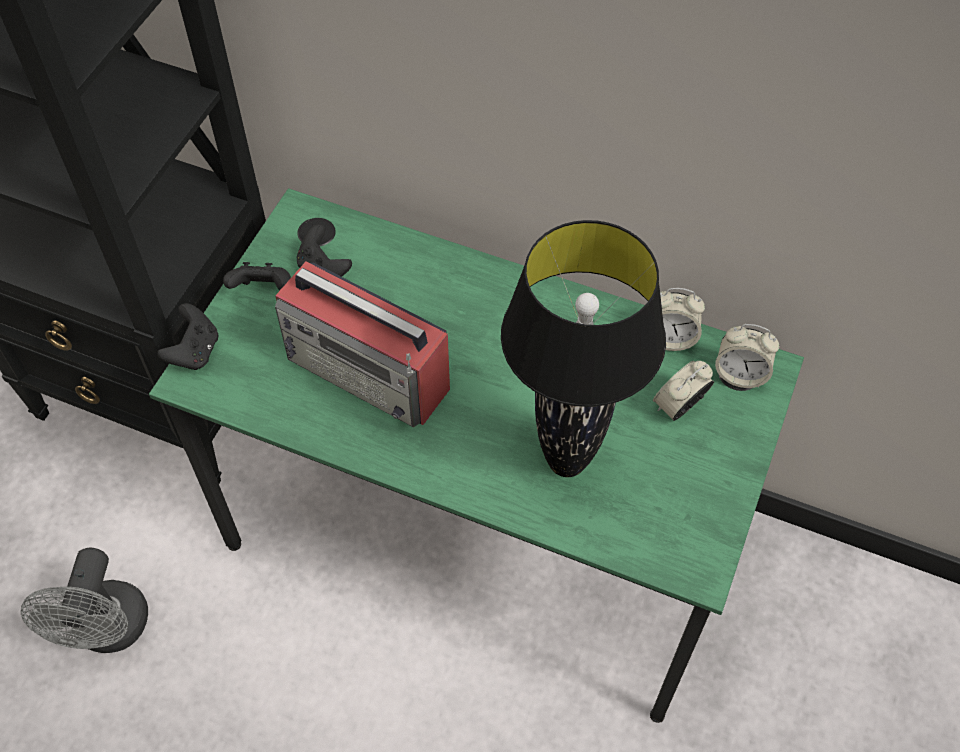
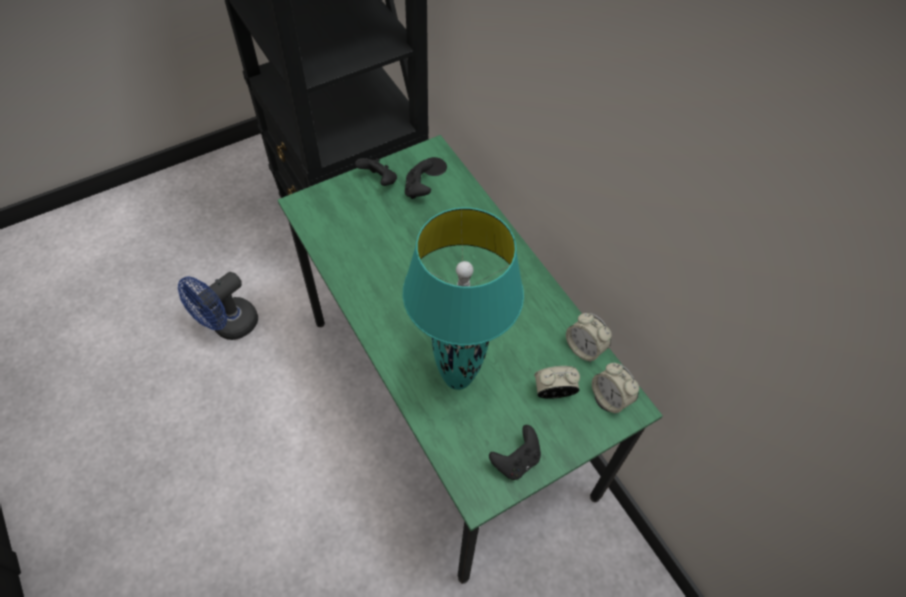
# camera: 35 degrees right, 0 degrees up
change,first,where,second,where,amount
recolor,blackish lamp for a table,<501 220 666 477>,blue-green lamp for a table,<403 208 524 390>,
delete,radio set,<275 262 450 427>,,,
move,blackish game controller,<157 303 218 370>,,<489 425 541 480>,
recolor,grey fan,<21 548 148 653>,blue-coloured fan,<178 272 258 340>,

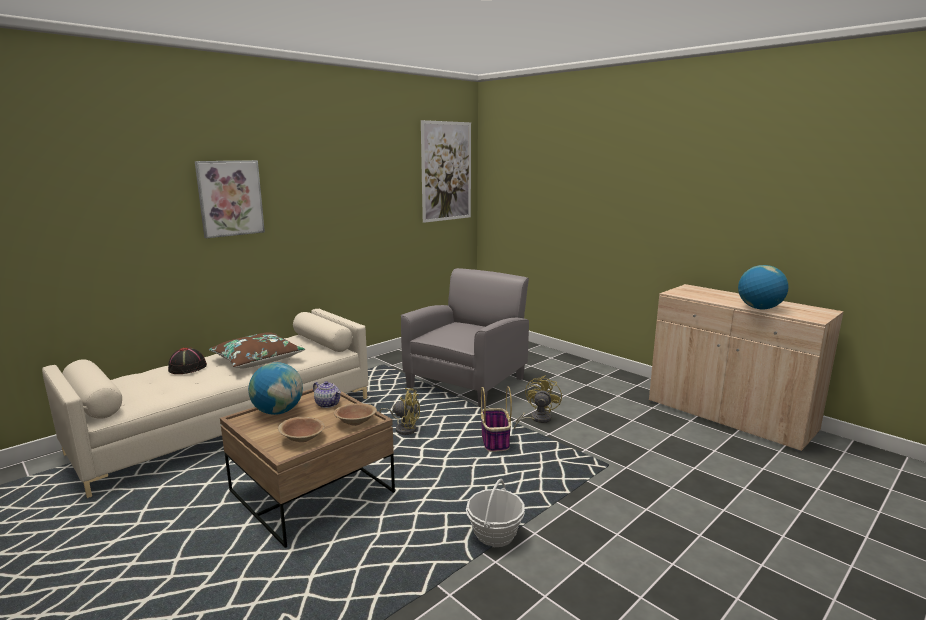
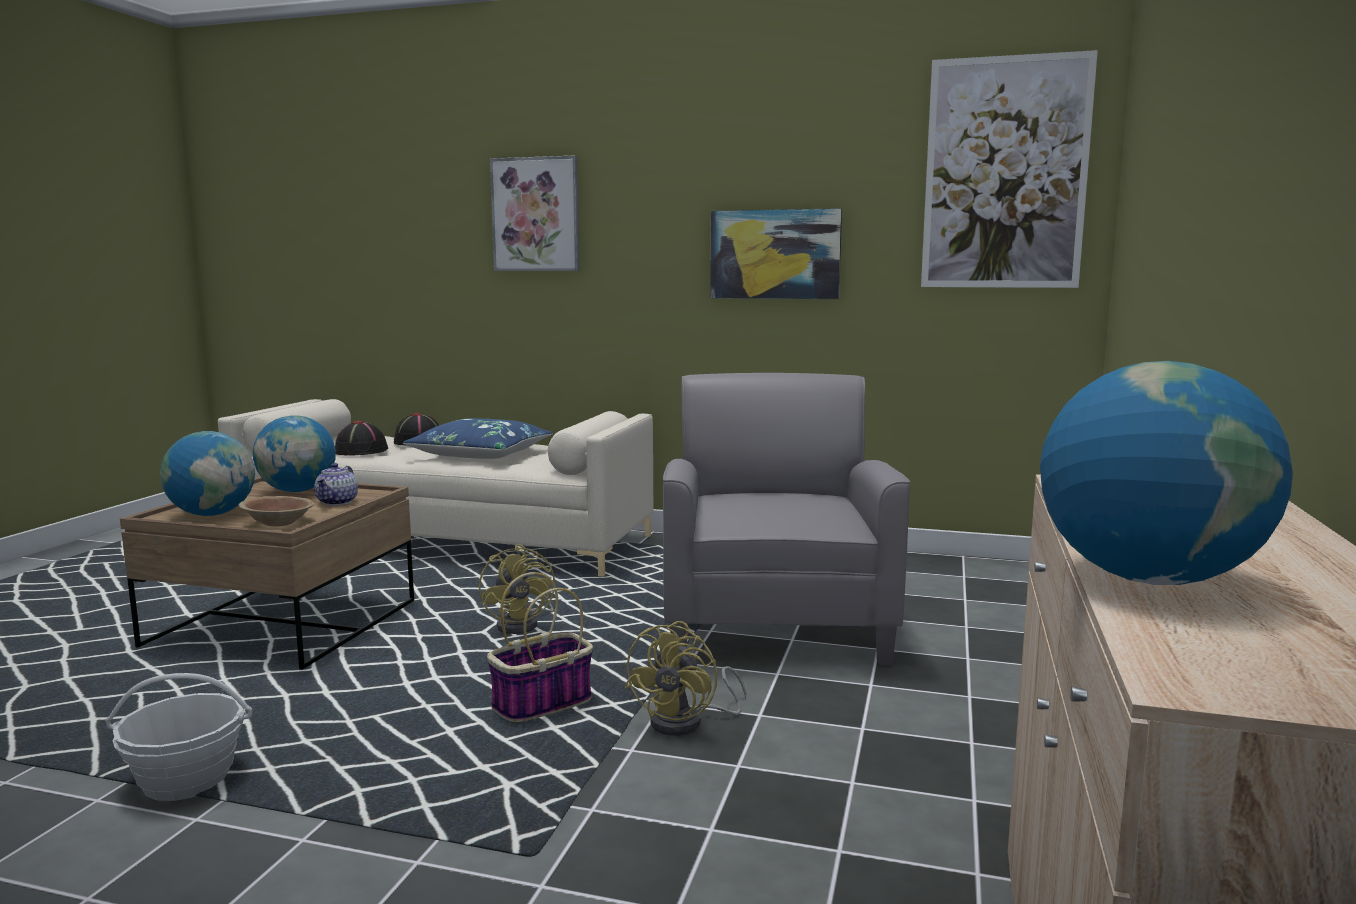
# camera: 60 degrees right, 5 degrees down
change,first,where,second,where,amount
rotate,grey lounge chair,<401 268 529 408>,,<663 373 911 665>,90 degrees counterclockwise
recolor,brown pillow,<208 332 305 369>,blue-coloured pillow,<403 418 553 459>,
rotate,yellowish fan,<514 376 562 429>,,<625 621 747 736>,120 degrees clockwise
replace,brown deep dish,<278 417 325 442>,world globe,<160 431 255 516>,
insert,,,picture,<710 208 842 299>,
insert,,,blackish wearable hat,<335 420 388 455>,

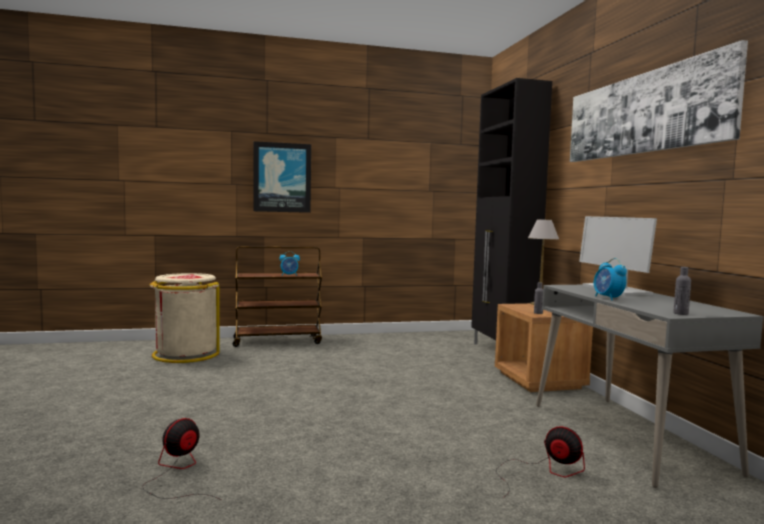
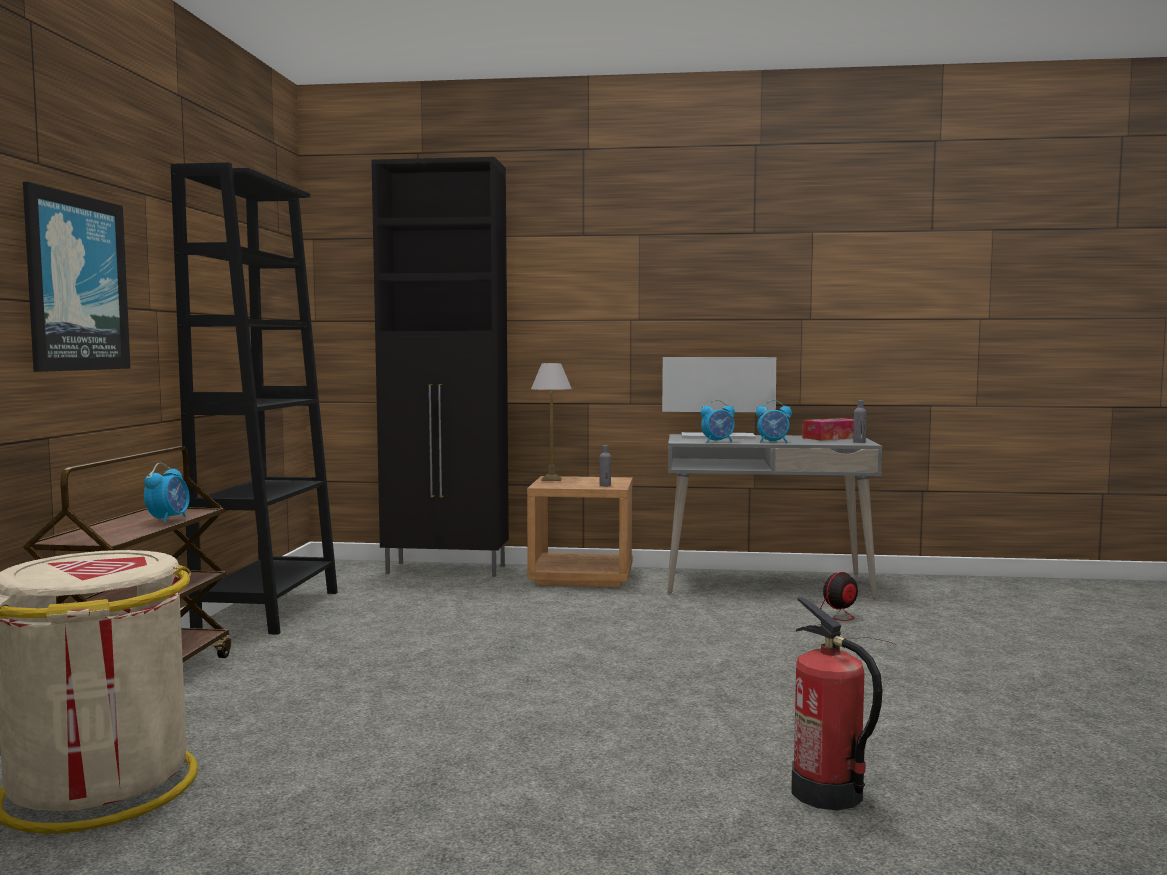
# camera: 70 degrees left, 0 degrees up
change,first,where,second,where,amount
delete,picture,<570 40 748 162>,,,
replace,fan,<142 418 221 500>,fire extinguisher,<791 597 883 810>,
insert,,,blackish bookshelf,<171 162 338 635>,
insert,,,bedside clock,<701 400 735 443>,
insert,,,tissue box,<802 418 854 440>,

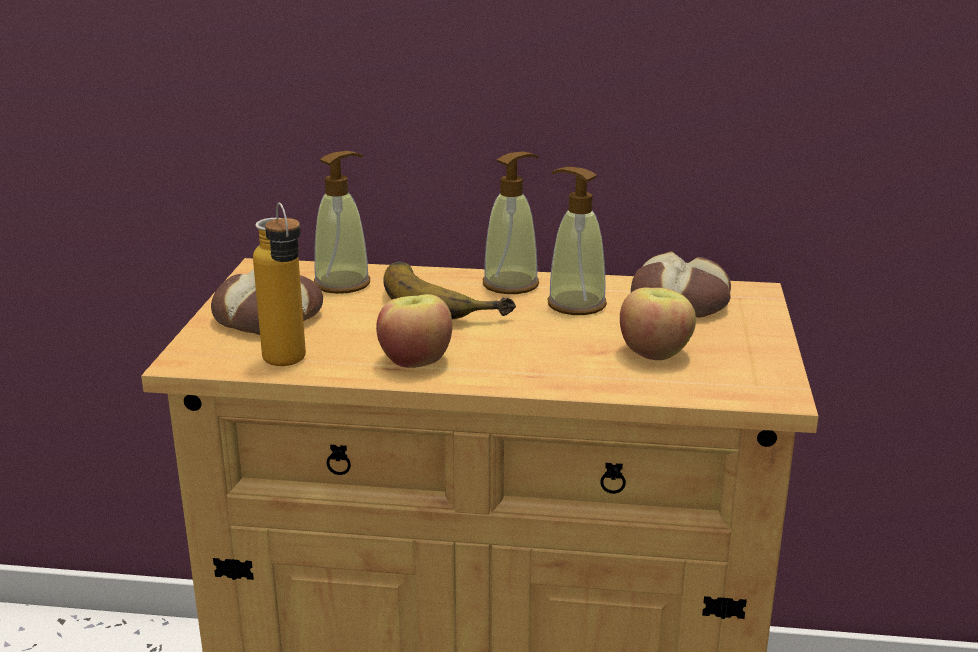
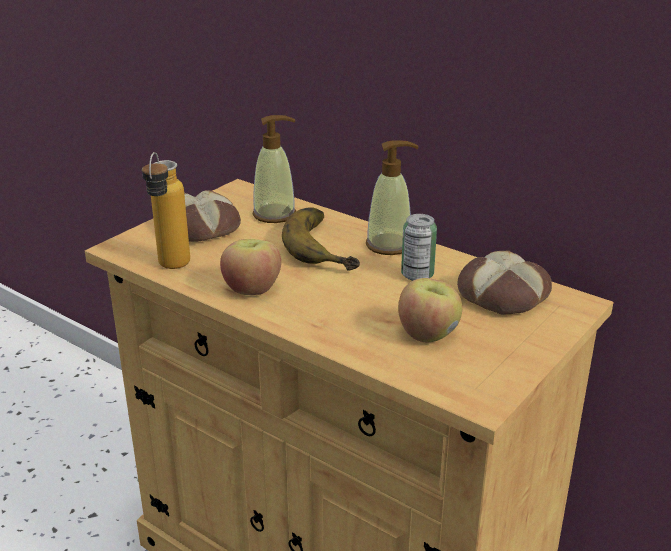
# camera: 30 degrees right, 5 degrees up
change,first,where,second,where,amount
replace,liquid soap bottle,<548 167 607 315>,sealed can,<401 214 437 281>,

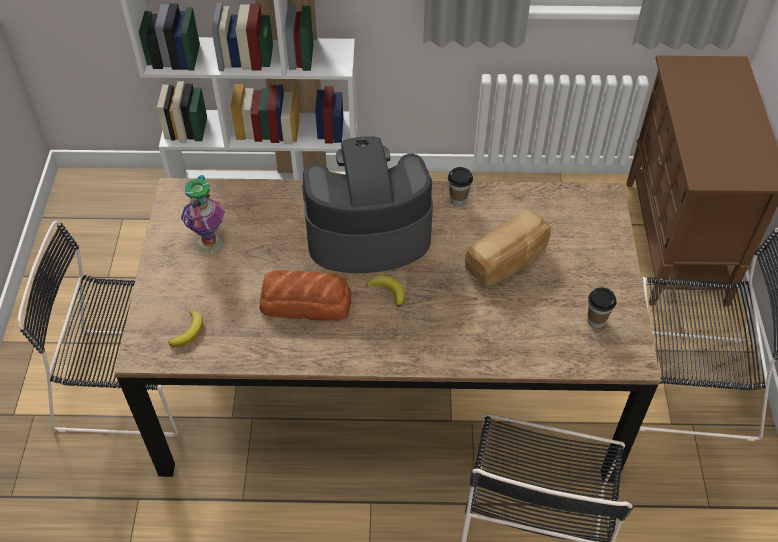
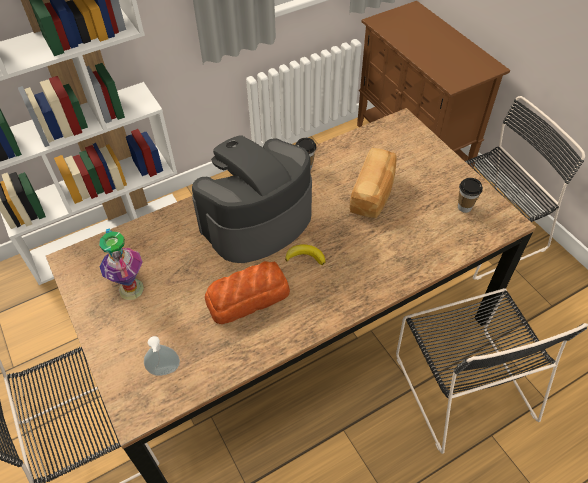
# camera: 30 degrees left, 0 degrees up
change,first,where,second,where,amount
replace,banana,<168 310 203 348>,liquid soap bottle,<144 336 180 376>,

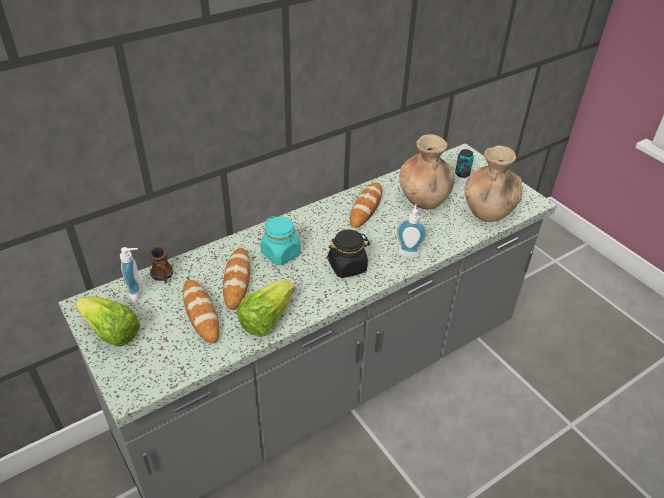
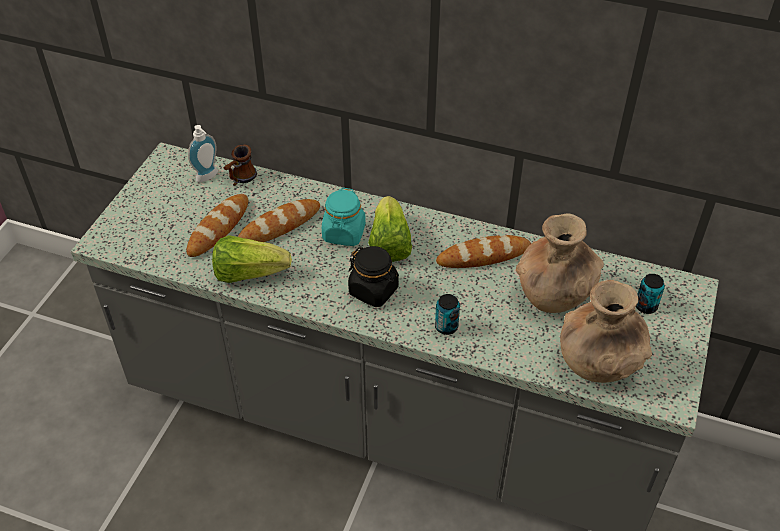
# camera: 55 degrees right, 5 degrees up
change,first,where,second,where,amount
replace,liquid soap bottle,<397 204 427 258>,sealed can,<435 294 460 335>,
move,lettuce,<75 297 140 346>,,<368 196 412 262>,

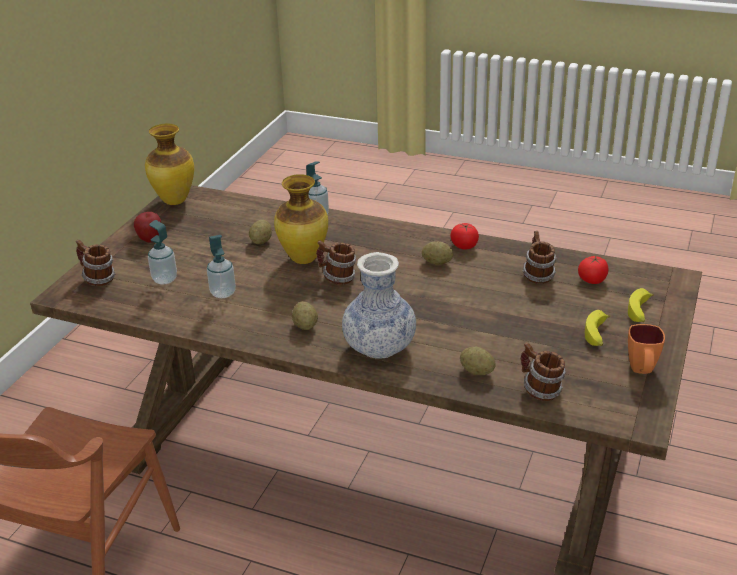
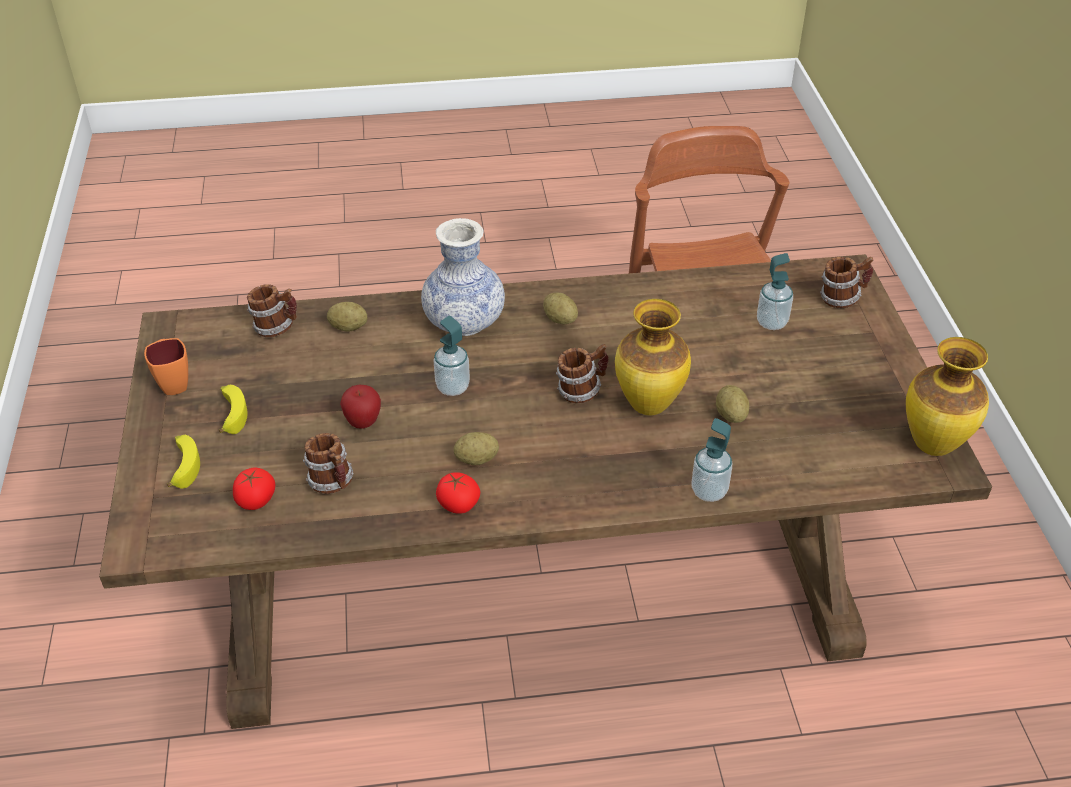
# camera: 150 degrees right, 10 degrees up
change,first,where,second,where,amount
move,apple,<134 212 161 242>,,<340 385 381 429>,
move,liquid soap bottle,<207 235 236 298>,,<433 316 470 396>,

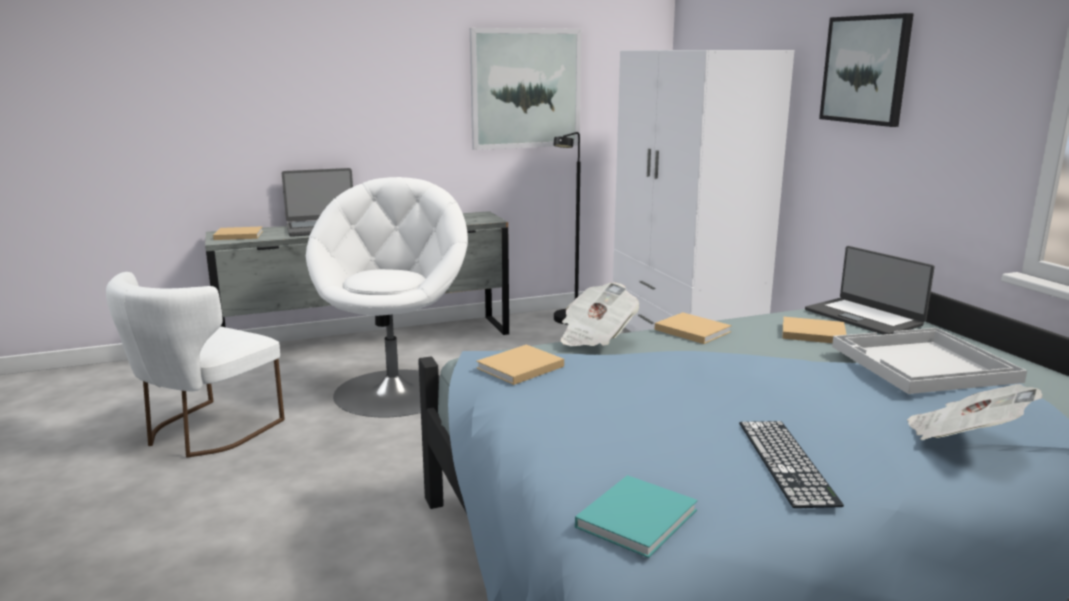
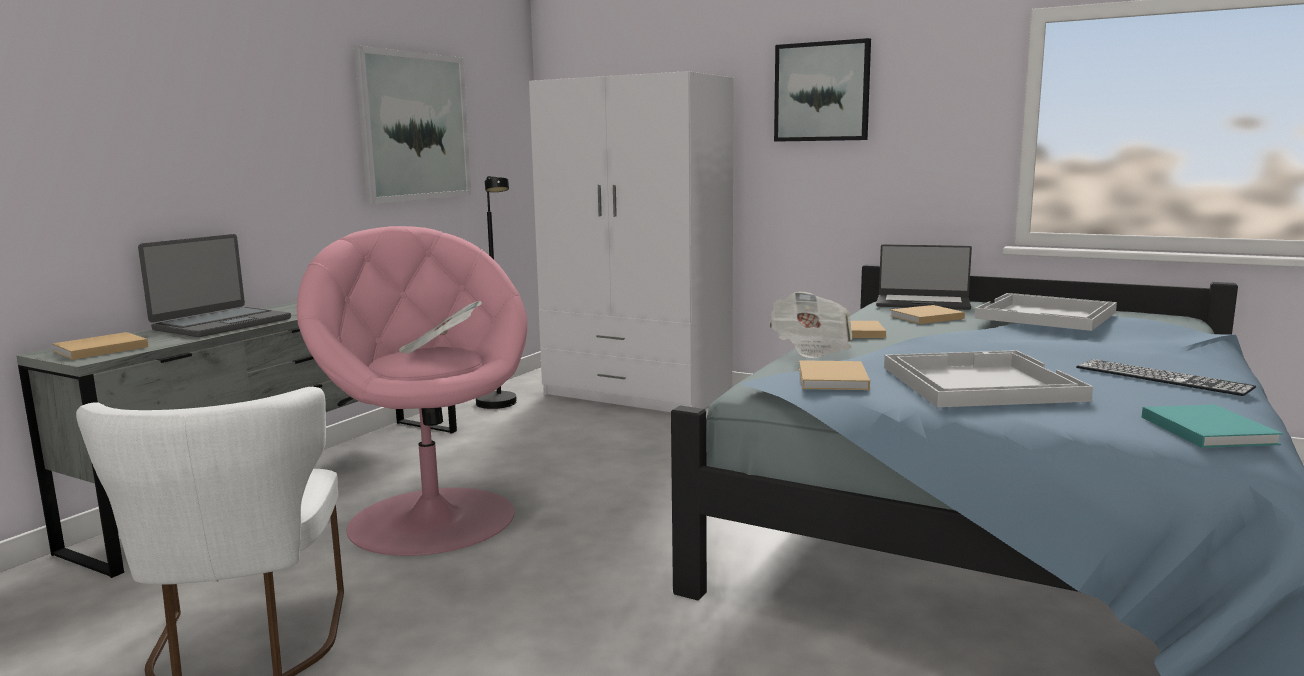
# camera: 40 degrees left, 5 degrees down
change,first,where,second,where,amount
recolor,white lounge chair,<306 177 468 418>,pinkish lounge chair,<297 226 527 556>,
move,printed paper,<907 384 1042 440>,,<399 301 482 355>,
insert,,,white carrying tray,<884 350 1093 407>,

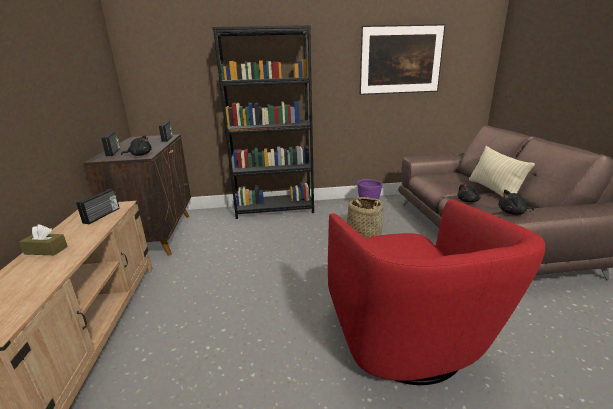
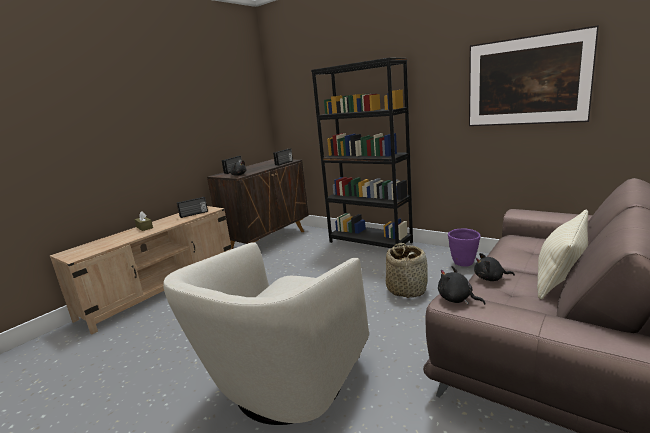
# camera: 45 degrees right, 5 degrees down
change,first,where,second,where,amount
recolor,red lounge chair,<328 200 545 385>,beige-coloured lounge chair,<163 242 369 425>,

